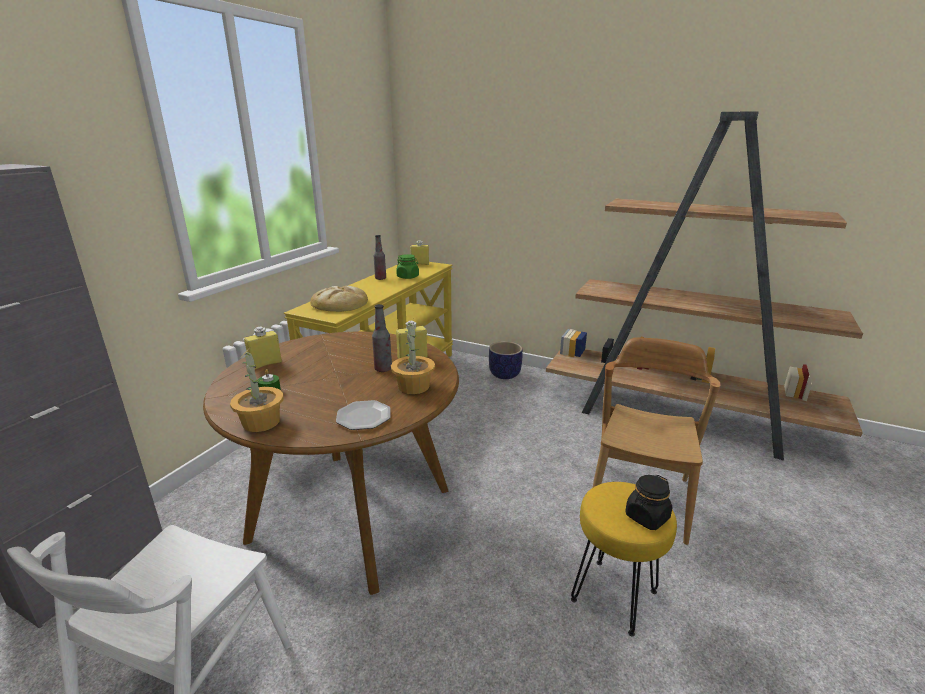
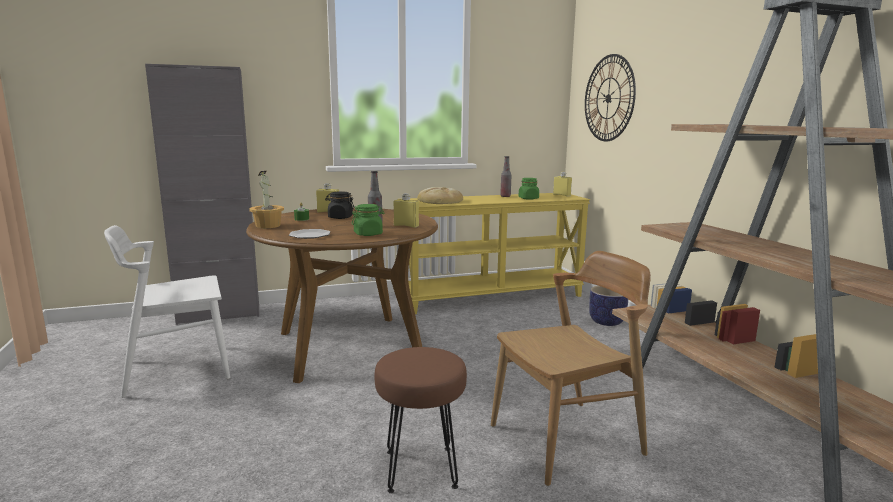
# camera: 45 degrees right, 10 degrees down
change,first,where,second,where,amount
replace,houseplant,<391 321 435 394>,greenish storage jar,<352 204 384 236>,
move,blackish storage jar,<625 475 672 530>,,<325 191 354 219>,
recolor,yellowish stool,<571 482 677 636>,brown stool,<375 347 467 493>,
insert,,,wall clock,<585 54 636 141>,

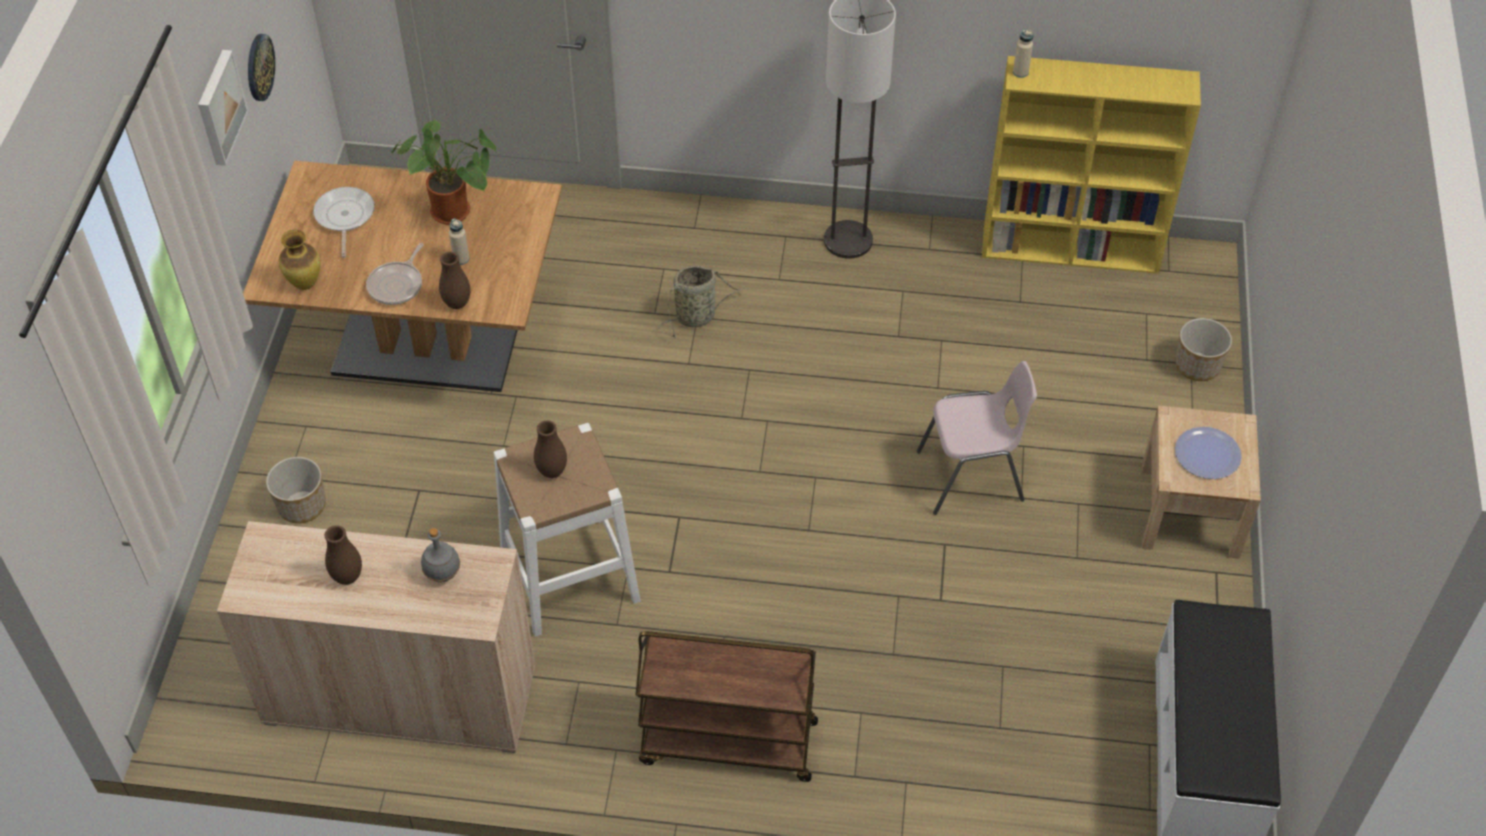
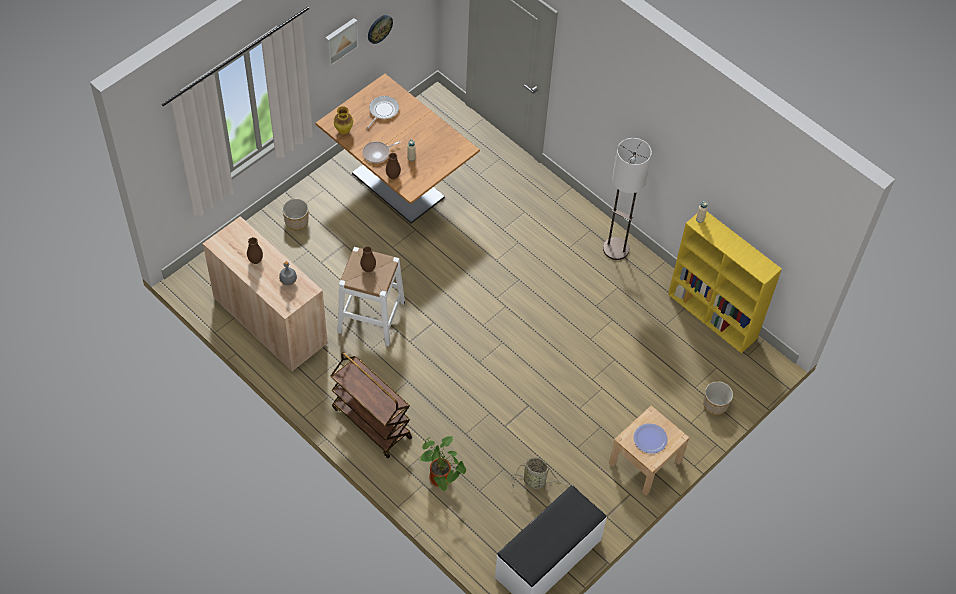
# camera: 35 degrees right, 5 degrees up
change,first,where,second,where,amount
move,houseplant,<391 120 496 225>,,<420 436 466 491>,
move,storage basket,<659 266 748 338>,,<511 457 569 489>,
delete,pinkish plain chair,<917 361 1037 515>,,,

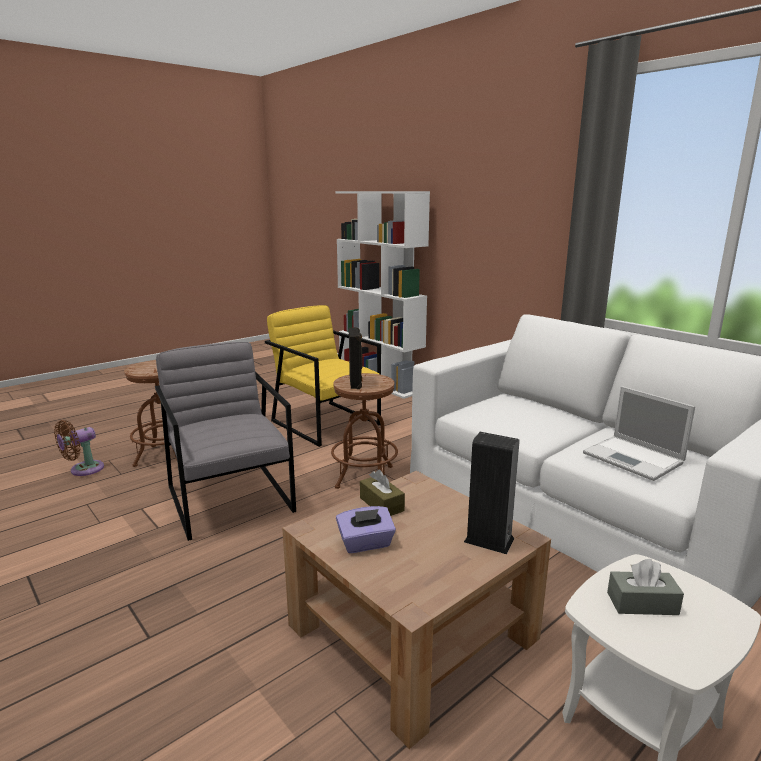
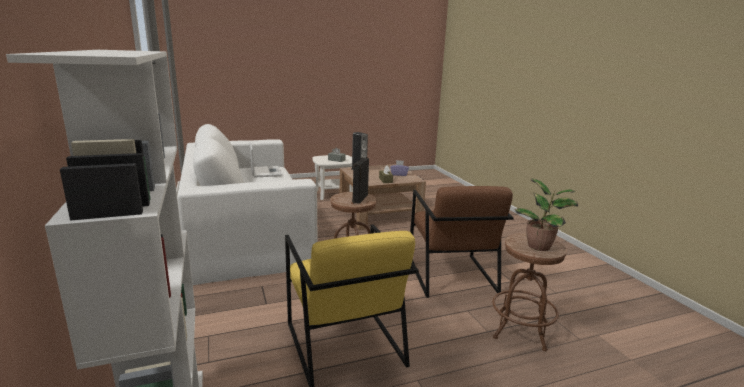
# camera: 160 degrees left, 0 degrees up
change,first,where,second,where,amount
recolor,grey lounge chair,<155 342 296 541>,brown lounge chair,<411 186 514 298>,
delete,brown fan,<54 420 104 476>,,,
insert,,,houseplant,<515 178 578 251>,

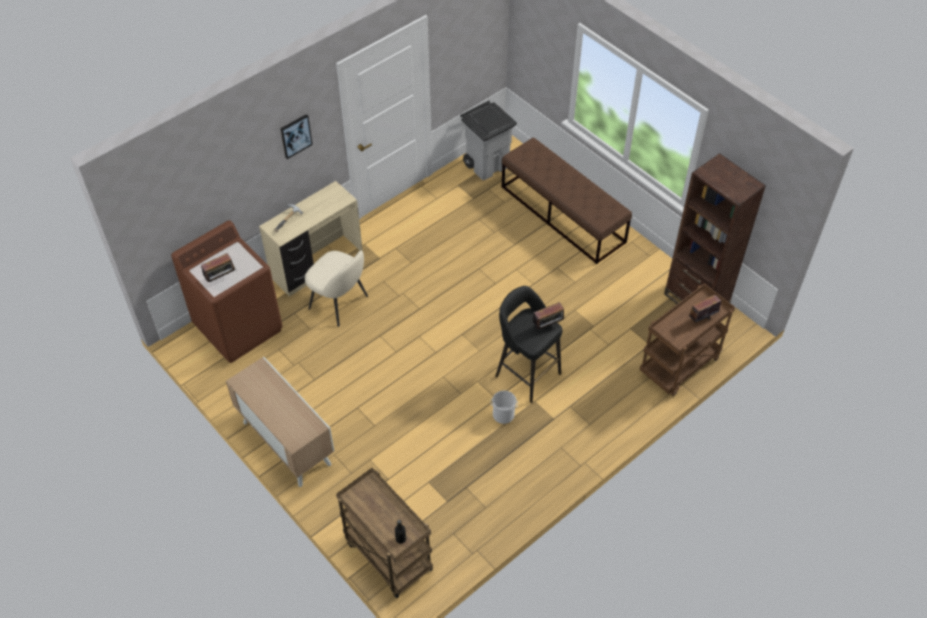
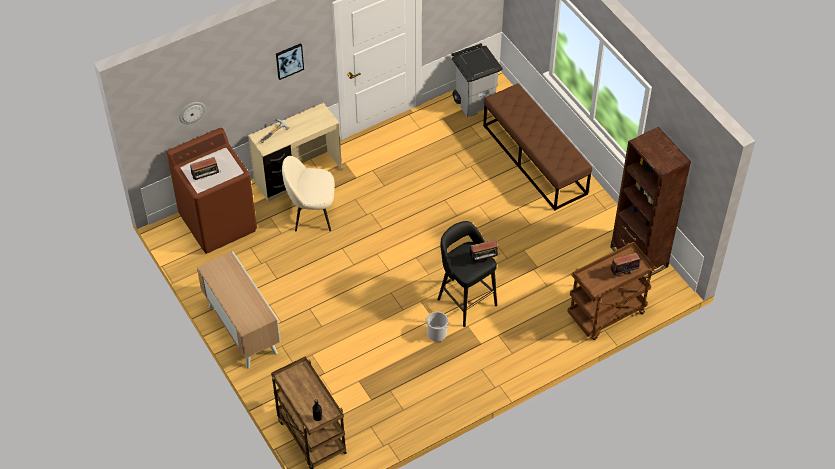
# camera: 10 degrees right, 0 degrees up
change,first,where,second,where,amount
rotate,beige-coloured plain chair,<305 250 368 327>,,<282 156 335 231>,135 degrees clockwise
insert,,,wall clock,<179 102 206 124>,

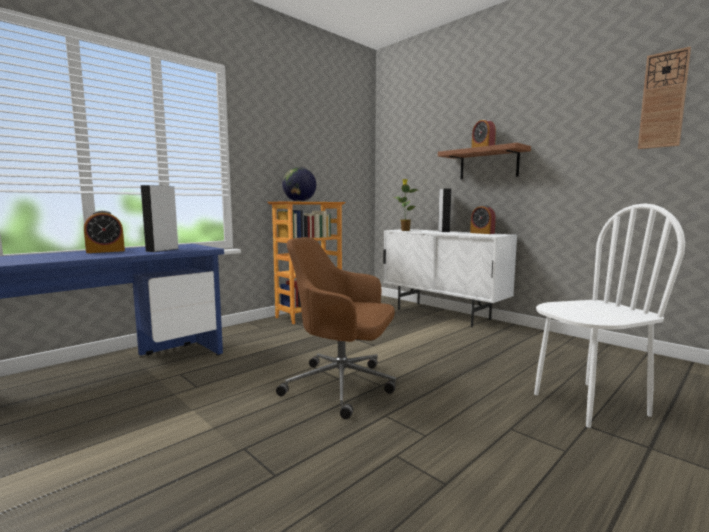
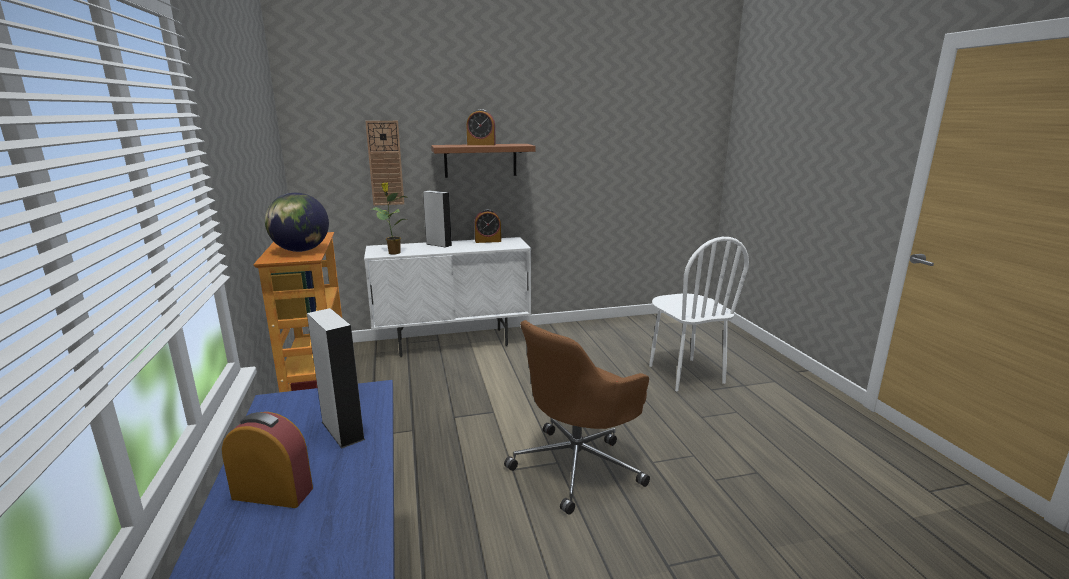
# camera: 60 degrees left, 10 degrees up
change,first,where,second,where,amount
move,wall clock,<638 46 691 149>,,<365 121 404 206>,
rotate,white plain chair,<534 203 685 428>,,<649 237 749 391>,150 degrees clockwise
rotate,bedside clock,<84 211 125 253>,,<222 412 313 508>,75 degrees counterclockwise

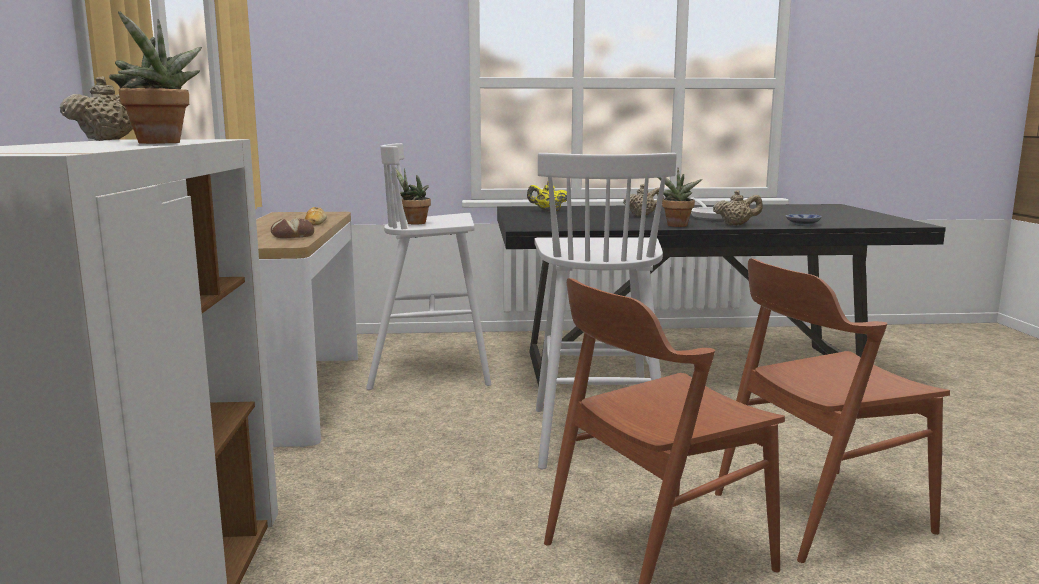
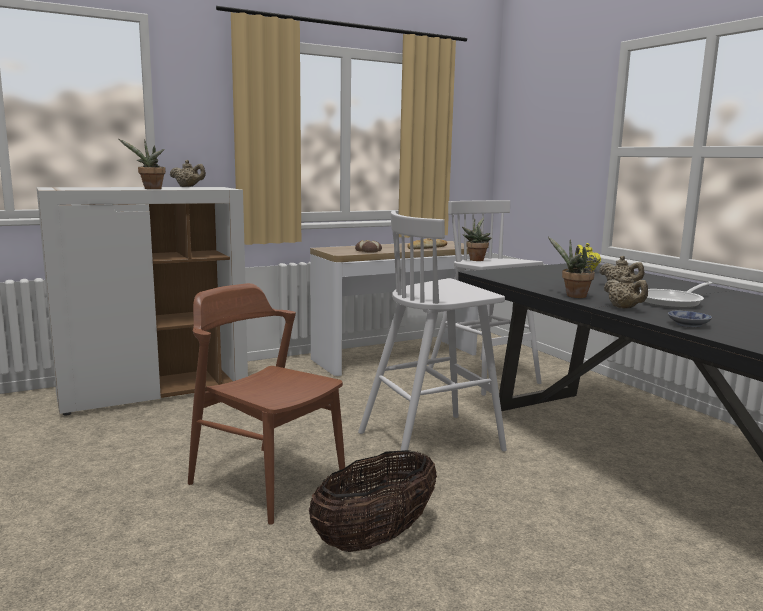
# camera: 65 degrees right, 0 degrees up
change,first,where,second,where,amount
replace,brown plain chair,<715 259 950 563>,storage basket,<309 450 437 552>,

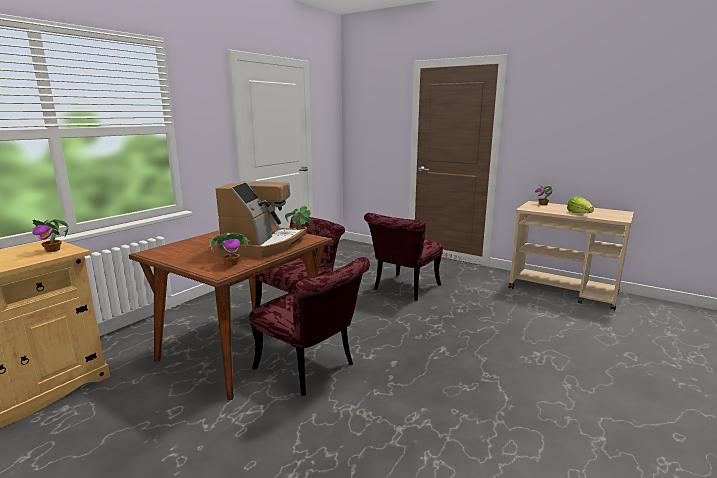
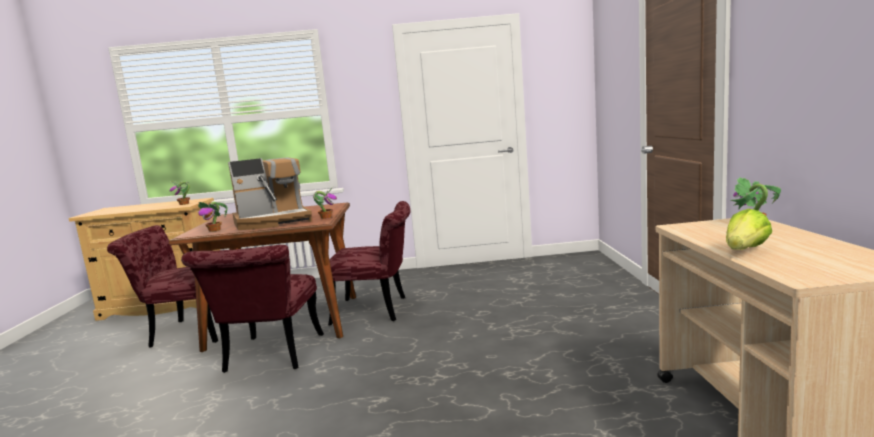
# camera: 55 degrees right, 5 degrees down
change,first,where,second,where,amount
move,red plain chair,<364 213 443 301>,,<107 225 218 347>,

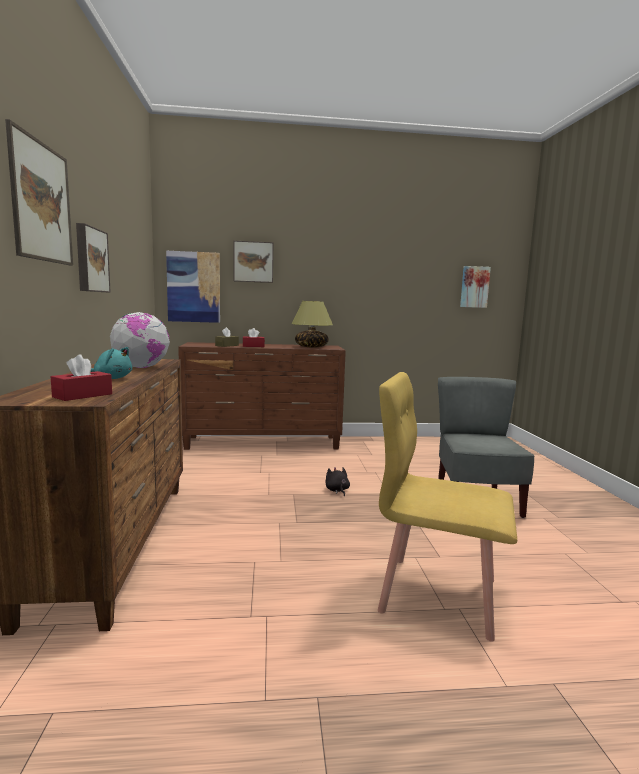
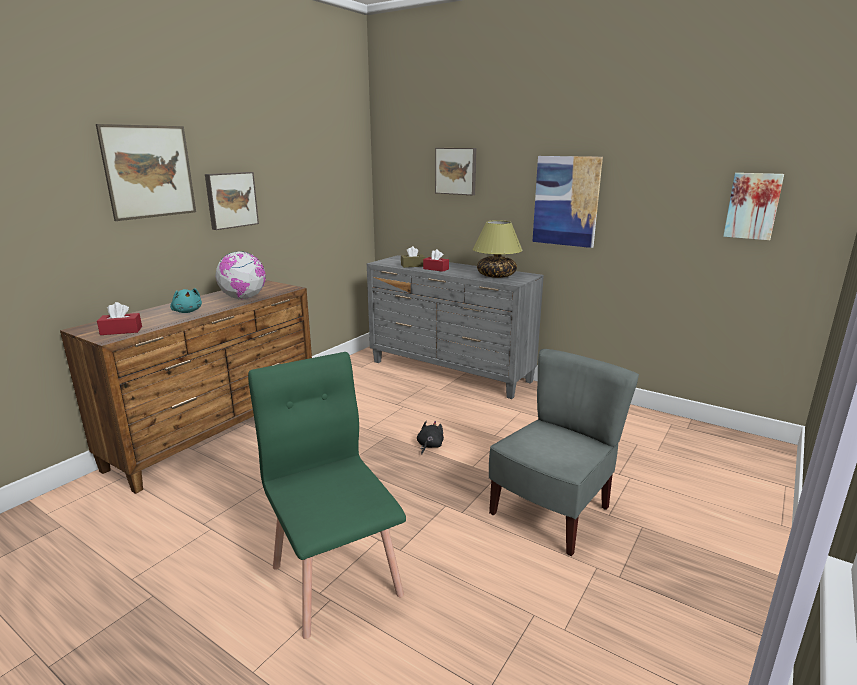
# camera: 40 degrees right, 10 degrees up
change,first,where,second,where,amount
move,picture,<166 251 220 323>,,<532 156 603 248>,
recolor,brown drawer chest,<178 342 346 450>,grey drawer chest,<367 255 544 399>,
recolor,yellowish plain chair,<378 372 517 642>,greenish plain chair,<248 352 406 639>,

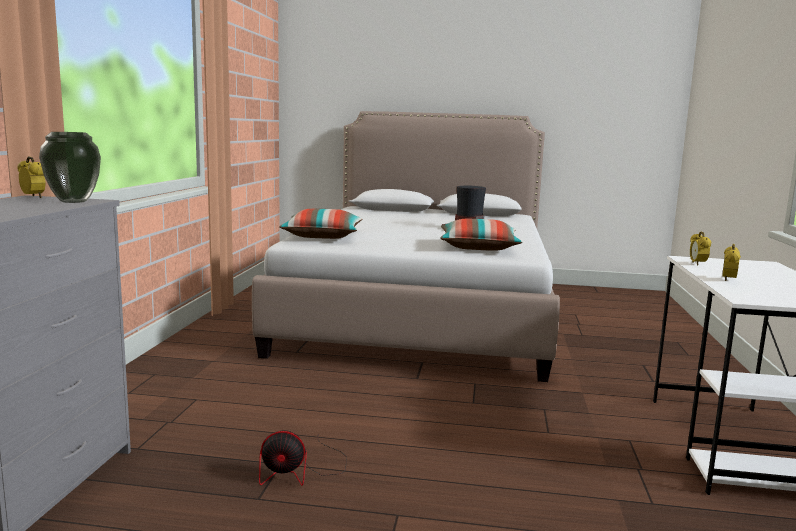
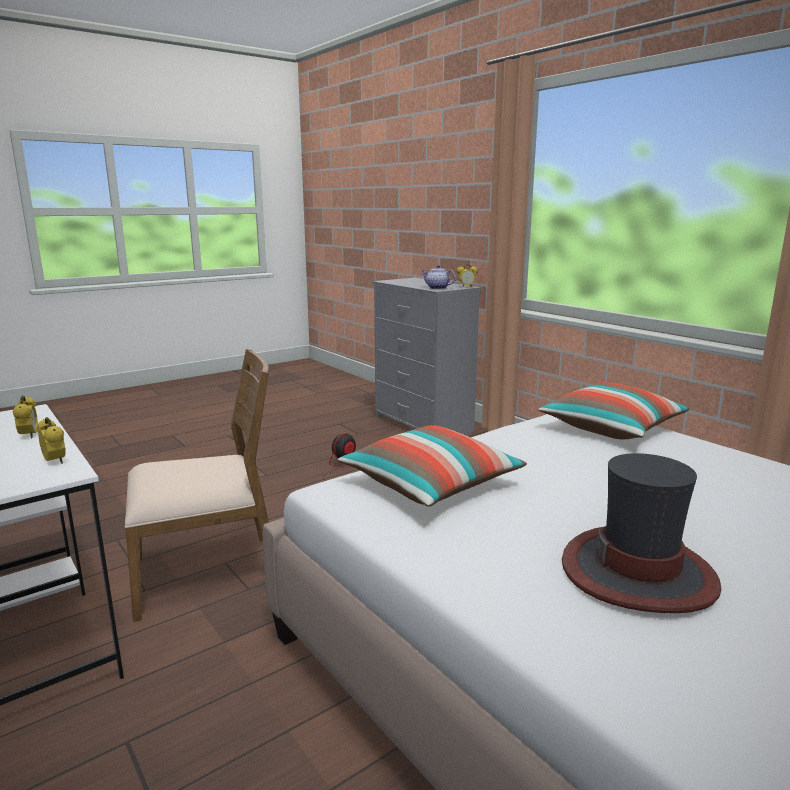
# camera: 135 degrees right, 5 degrees up
change,first,where,second,where,amount
replace,decorative vase,<39 132 101 203>,teapot,<421 265 456 289>,
insert,,,brown plain chair,<125 349 269 622>,

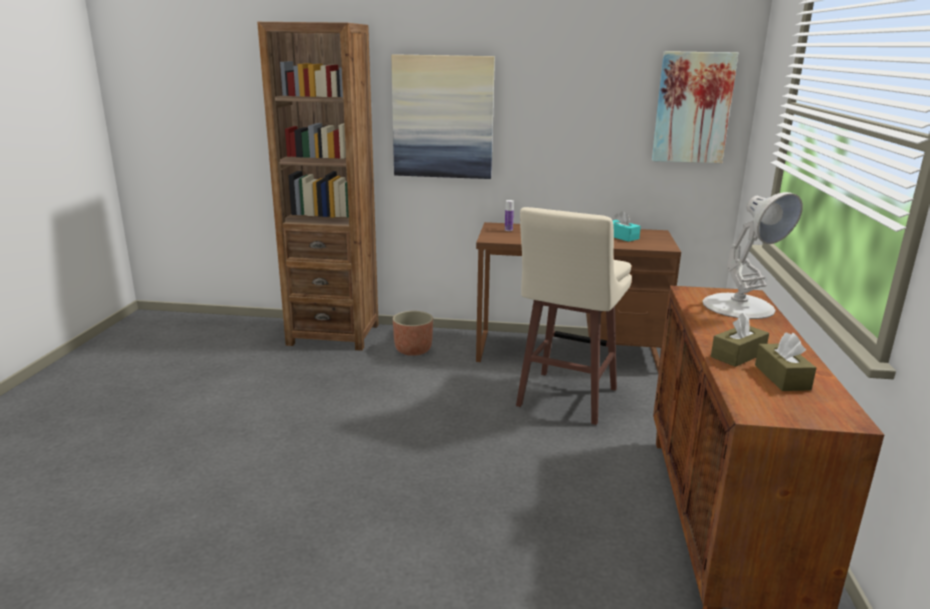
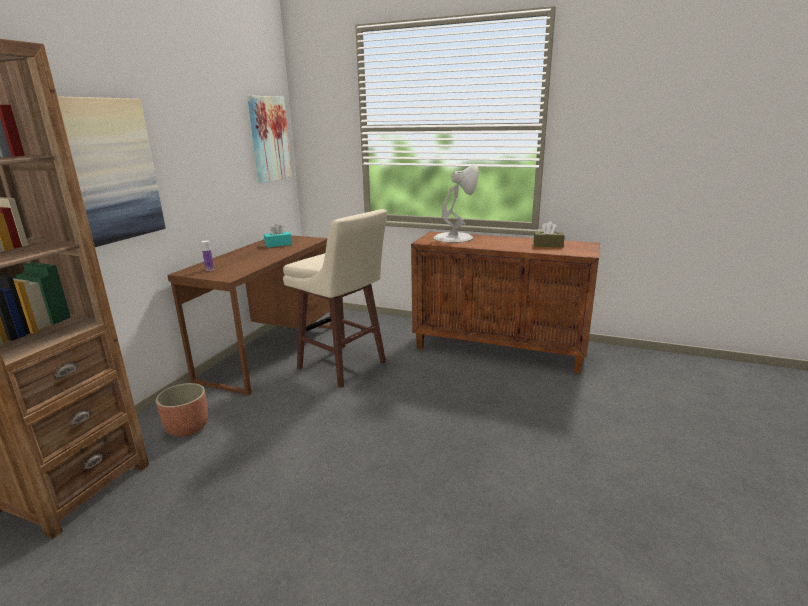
# camera: 75 degrees left, 0 degrees up
change,first,where,second,where,amount
delete,brown tissue box,<711 312 769 367>,,,

